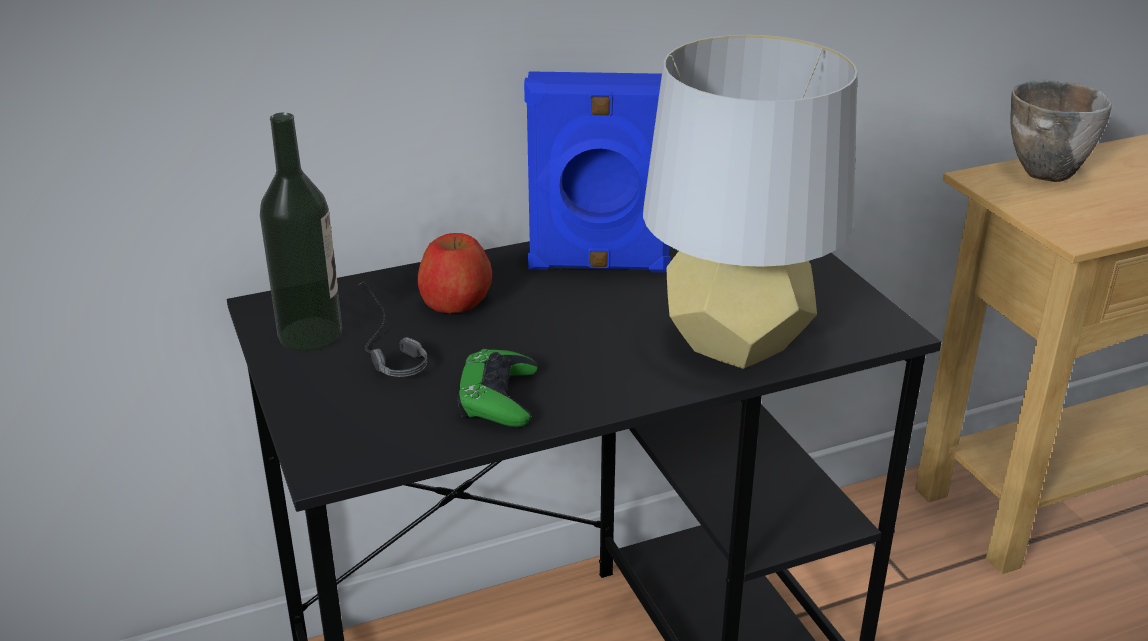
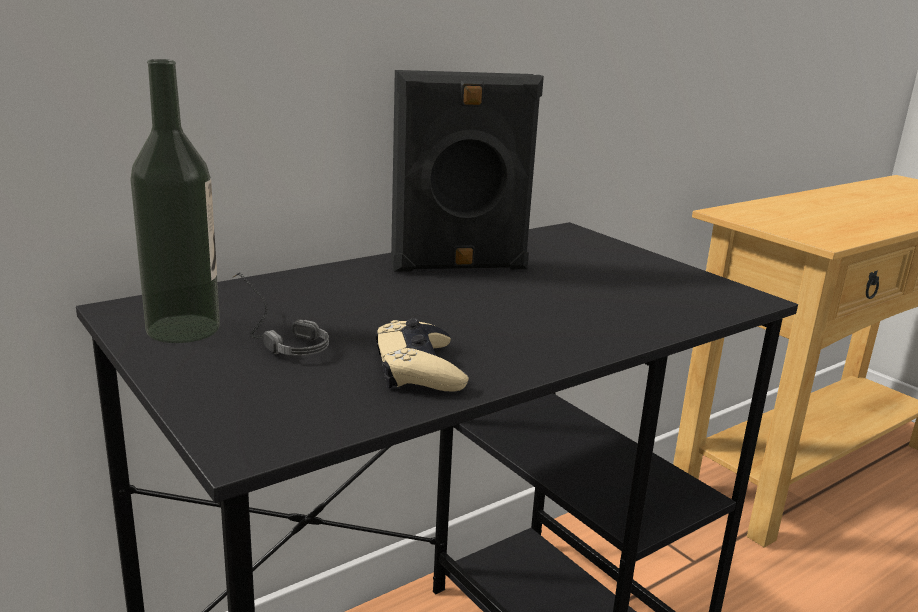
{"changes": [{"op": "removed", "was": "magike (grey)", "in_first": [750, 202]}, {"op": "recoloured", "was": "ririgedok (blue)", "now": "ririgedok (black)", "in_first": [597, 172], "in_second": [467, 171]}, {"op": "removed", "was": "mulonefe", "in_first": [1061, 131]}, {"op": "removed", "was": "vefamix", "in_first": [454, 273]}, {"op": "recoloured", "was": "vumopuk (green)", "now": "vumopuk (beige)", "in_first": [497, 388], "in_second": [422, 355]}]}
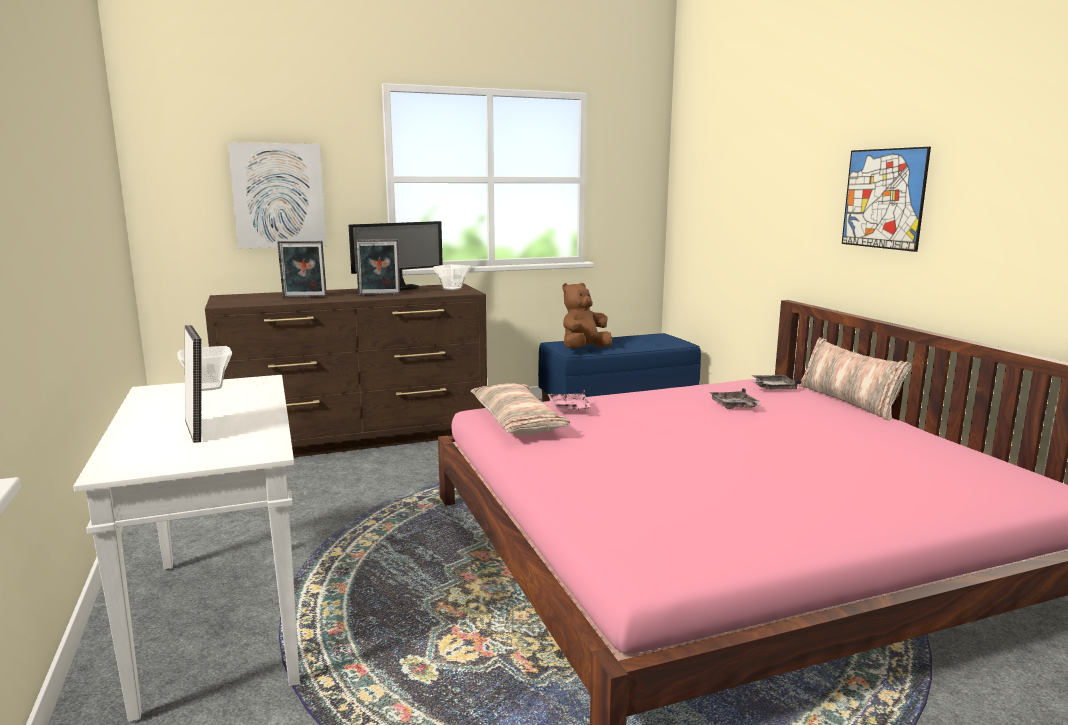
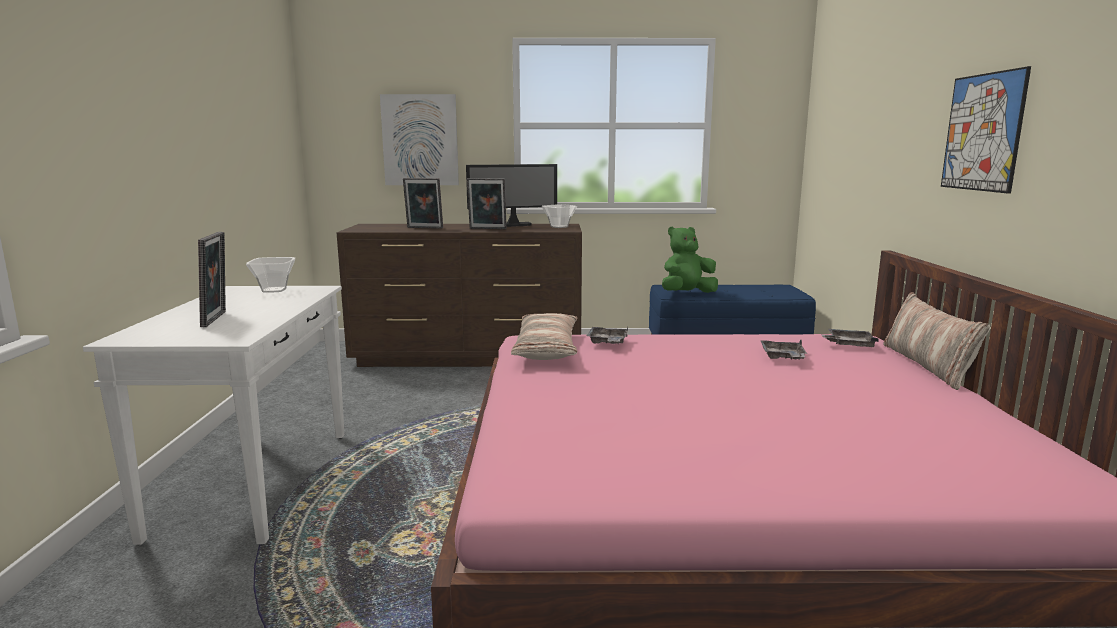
{"changes": [{"op": "recoloured", "was": "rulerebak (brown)", "now": "rulerebak (green)", "in_first": [587, 315], "in_second": [690, 259]}, {"op": "recoloured", "was": "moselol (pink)", "now": "moselol (grey)", "in_first": [569, 400], "in_second": [607, 335]}]}
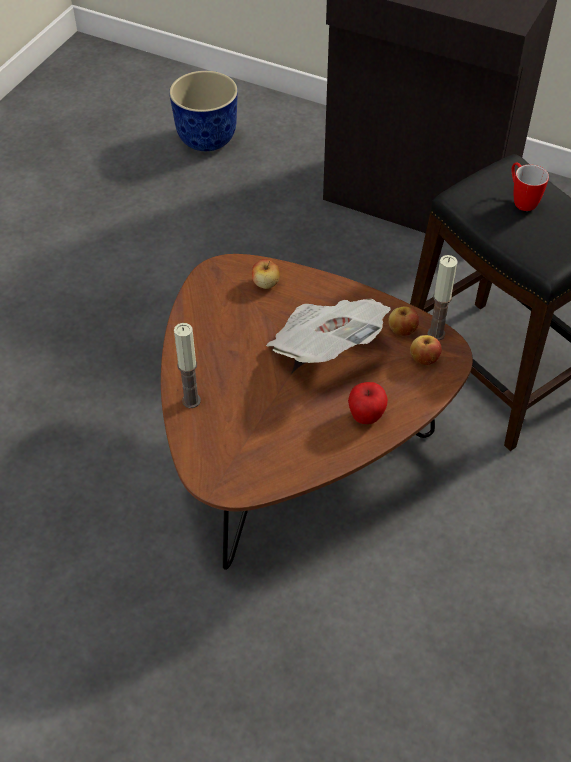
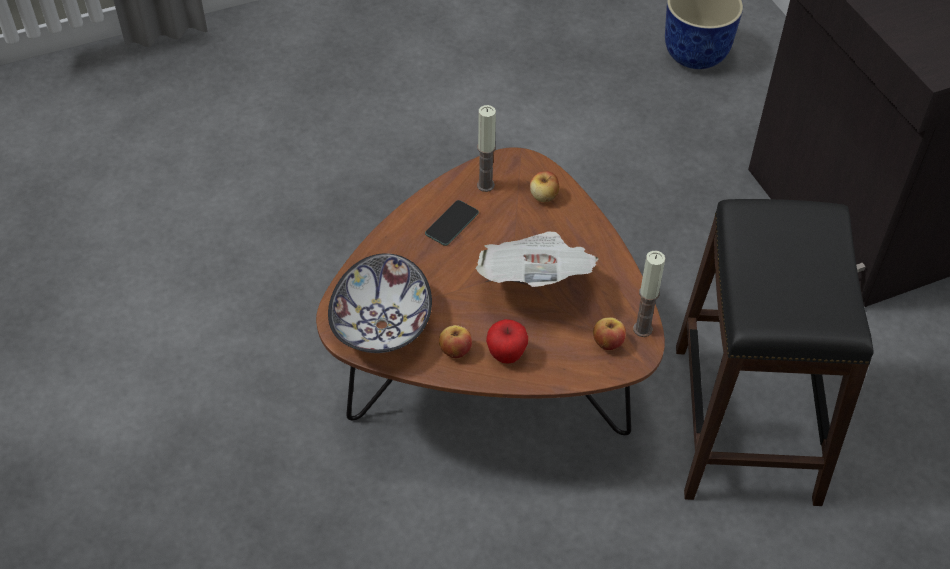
{"changes": [{"op": "removed", "was": "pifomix", "in_first": [530, 187]}, {"op": "moved", "was": "vefamix", "in_first": [403, 321], "in_second": [455, 341]}, {"op": "moved", "was": "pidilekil", "in_first": [187, 365], "in_second": [486, 148]}, {"op": "added", "now": "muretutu", "in_second": [452, 223]}, {"op": "added", "now": "mulonefe", "in_second": [380, 303]}]}
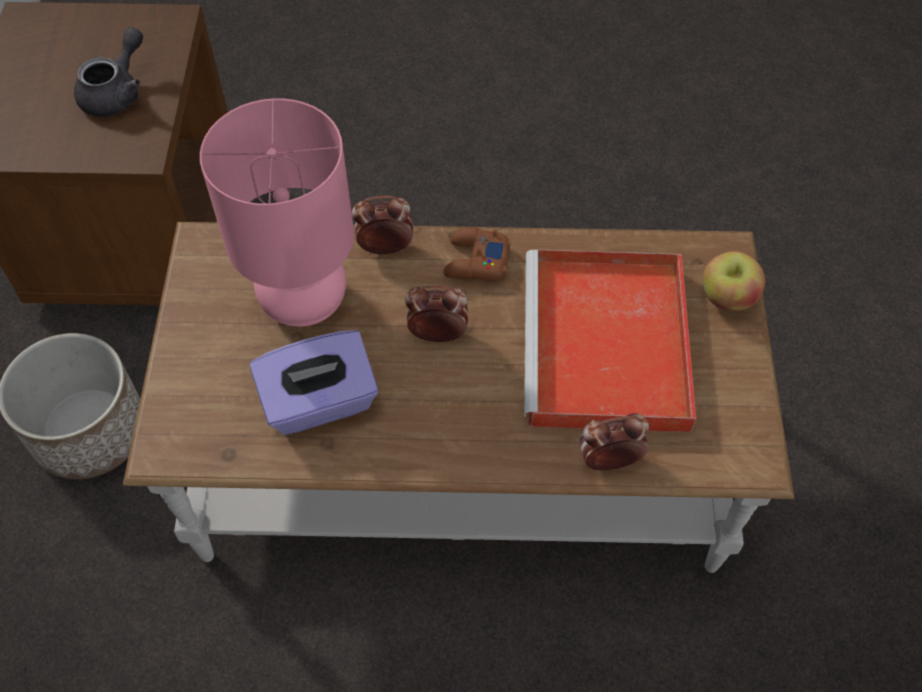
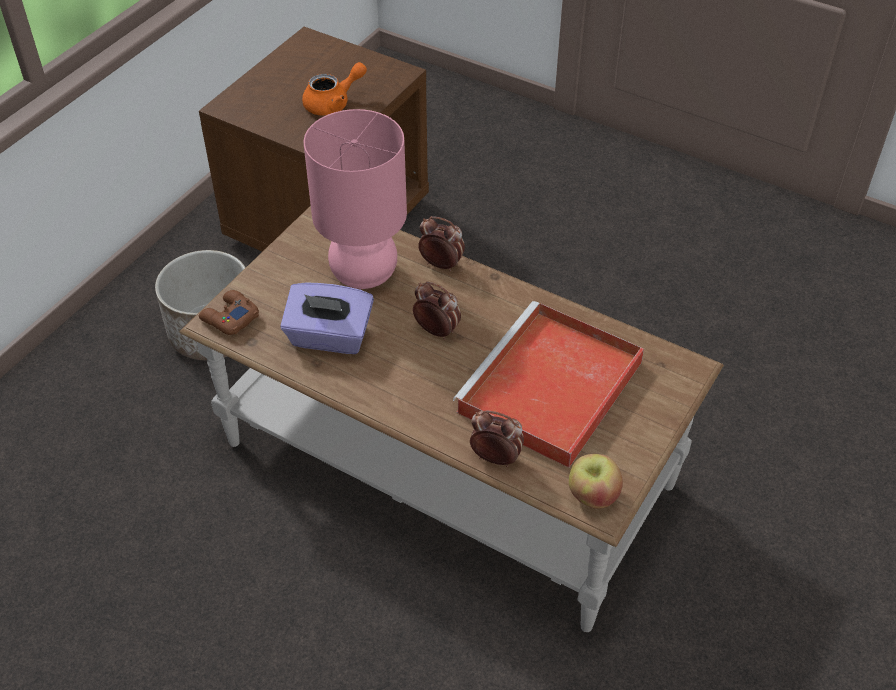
{"changes": [{"op": "recoloured", "was": "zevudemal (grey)", "now": "zevudemal (orange)", "in_first": [108, 72], "in_second": [334, 89]}, {"op": "moved", "was": "vumopuk (brown)", "in_first": [477, 254], "in_second": [229, 312]}, {"op": "moved", "was": "vefamix", "in_first": [734, 281], "in_second": [596, 481]}]}
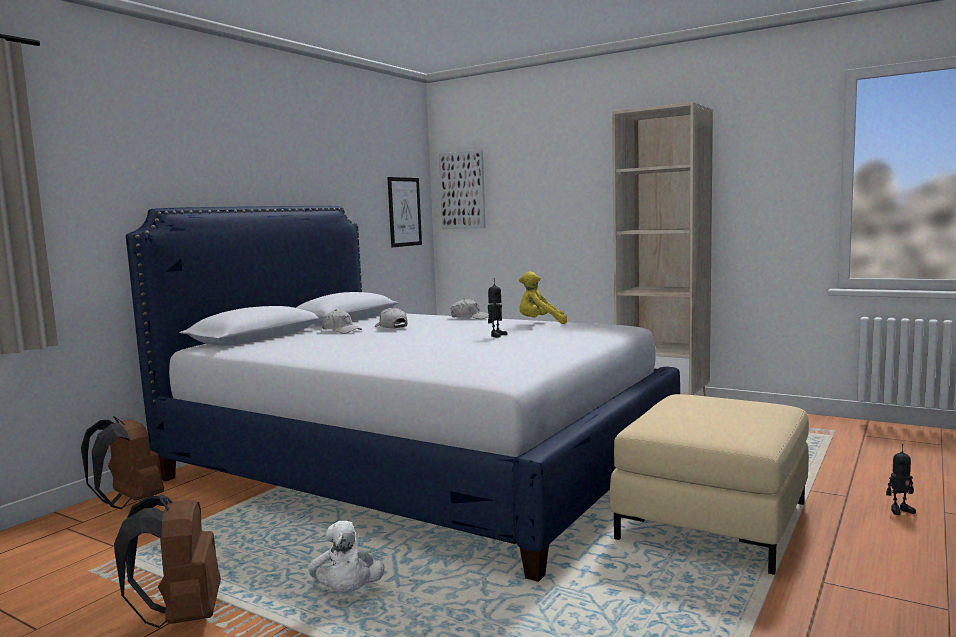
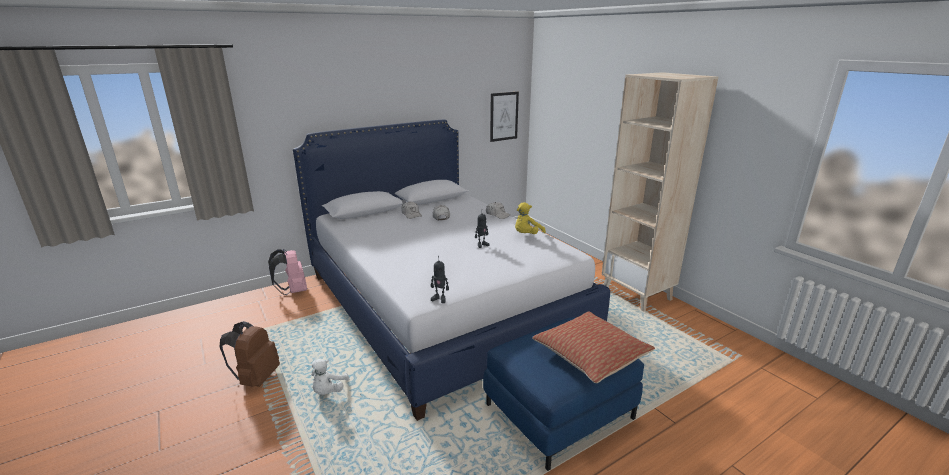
{"changes": [{"op": "removed", "was": "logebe", "in_first": [462, 189]}, {"op": "turned", "was": "rulerebak (yellow)", "in_first": [543, 297], "in_second": [530, 218], "clockwise": -75}, {"op": "recoloured", "was": "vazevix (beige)", "now": "vazevix (blue)", "in_first": [709, 484], "in_second": [563, 394]}, {"op": "recoloured", "was": "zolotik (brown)", "now": "zolotik (pink)", "in_first": [122, 462], "in_second": [287, 272]}, {"op": "moved", "was": "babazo", "in_first": [901, 479], "in_second": [440, 279]}, {"op": "added", "now": "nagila", "in_second": [593, 347]}]}
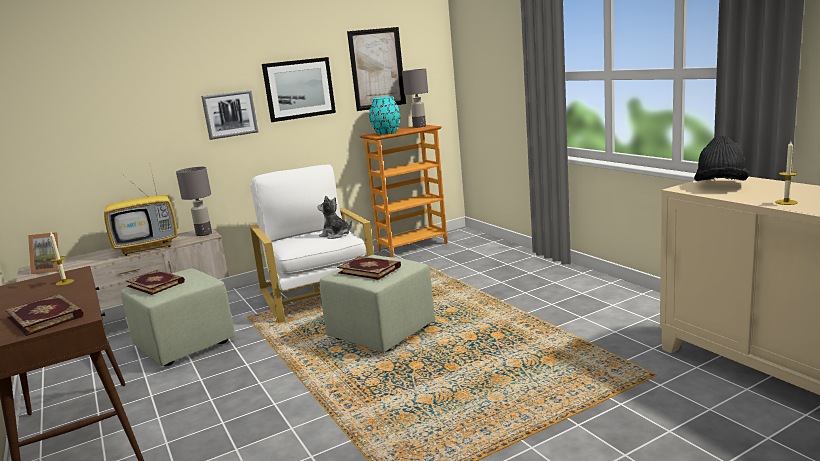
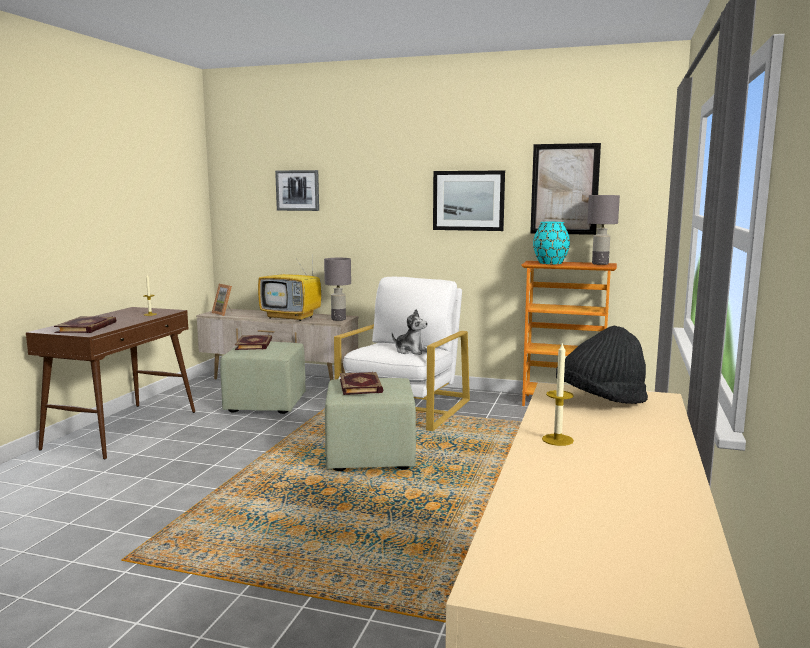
{"changes": [{"op": "moved", "was": "logebe", "in_first": [229, 115], "in_second": [297, 190]}, {"op": "turned", "was": "rulerebak", "in_first": [334, 217], "in_second": [410, 332], "clockwise": 135}]}
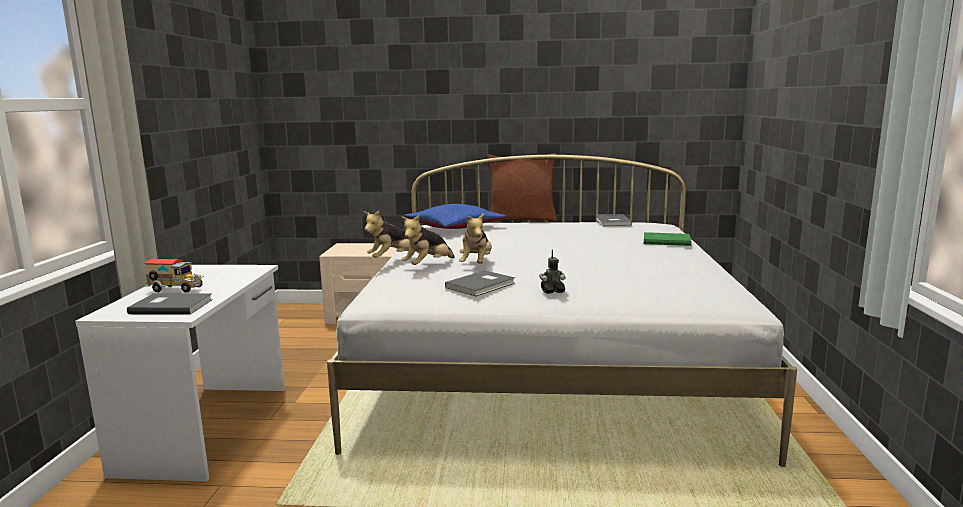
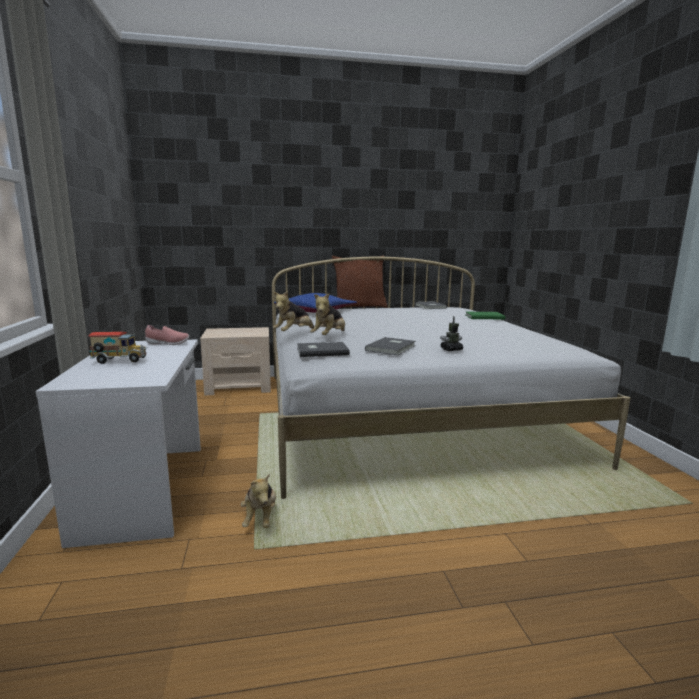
{"changes": [{"op": "moved", "was": "rulerebak", "in_first": [475, 238], "in_second": [258, 500]}, {"op": "moved", "was": "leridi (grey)", "in_first": [170, 304], "in_second": [323, 349]}, {"op": "added", "now": "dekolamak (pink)", "in_second": [167, 335]}]}
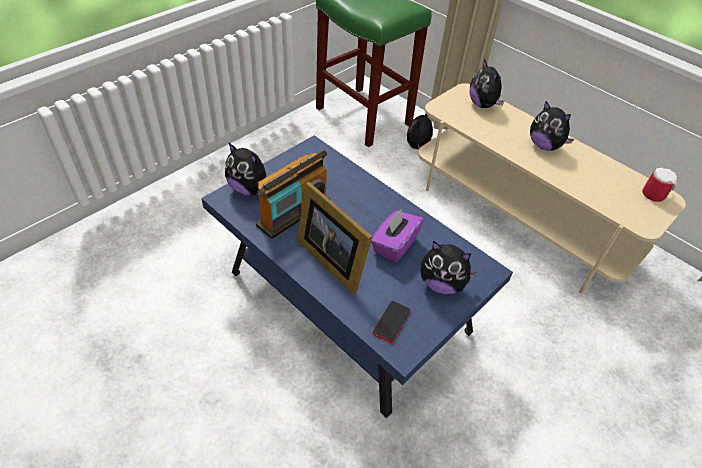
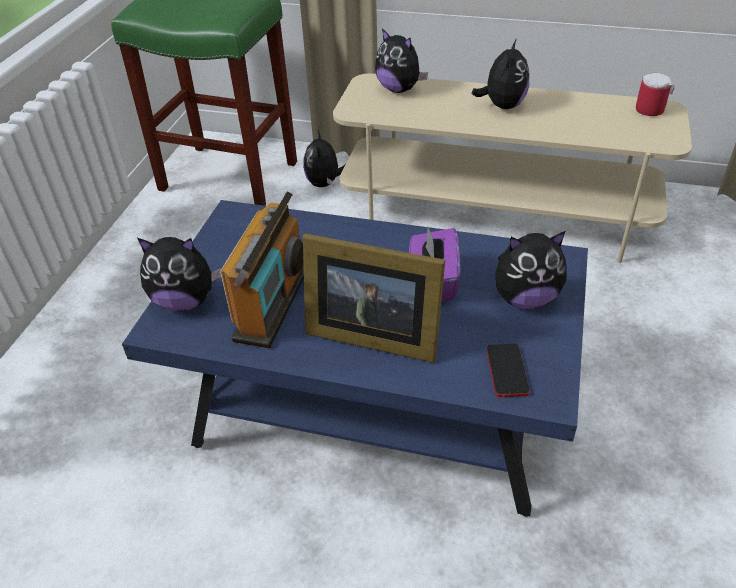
{"changes": [{"op": "turned", "was": "rulerebak", "in_first": [552, 126], "in_second": [500, 74], "clockwise": -90}]}
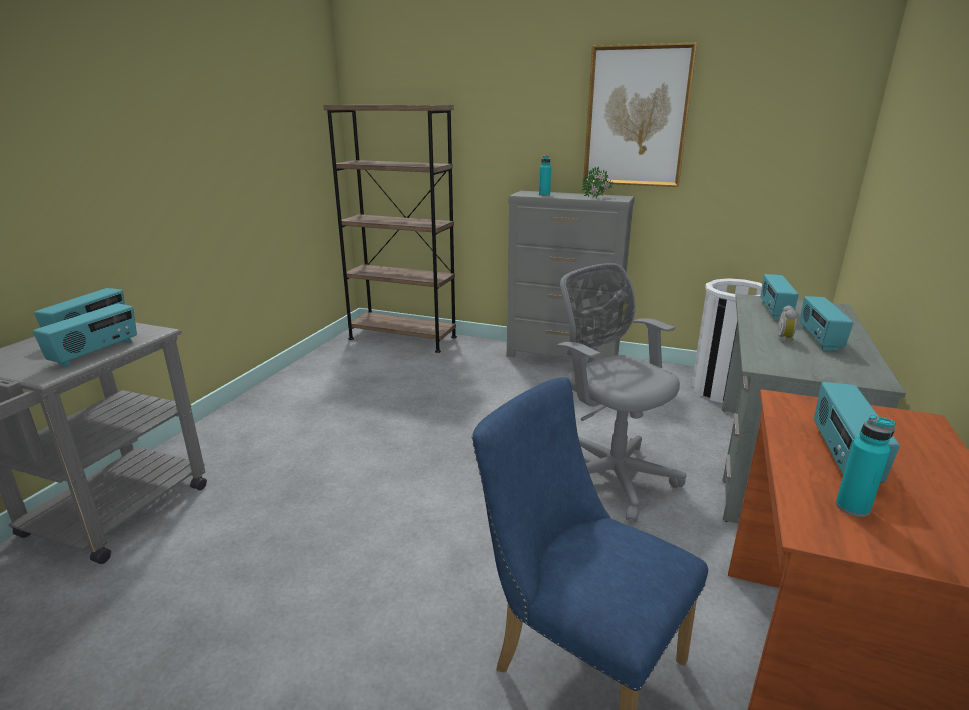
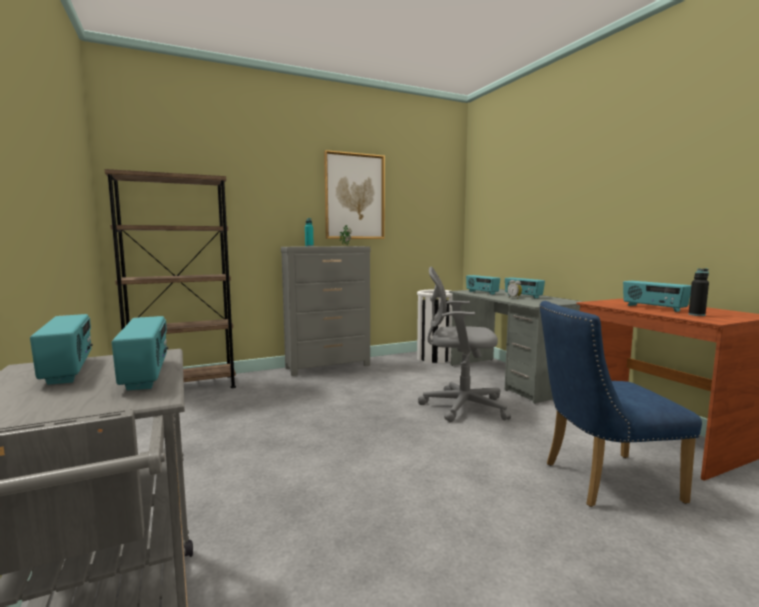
{"changes": [{"op": "recoloured", "was": "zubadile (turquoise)", "now": "zubadile (black)", "in_first": [865, 466], "in_second": [698, 292]}]}
